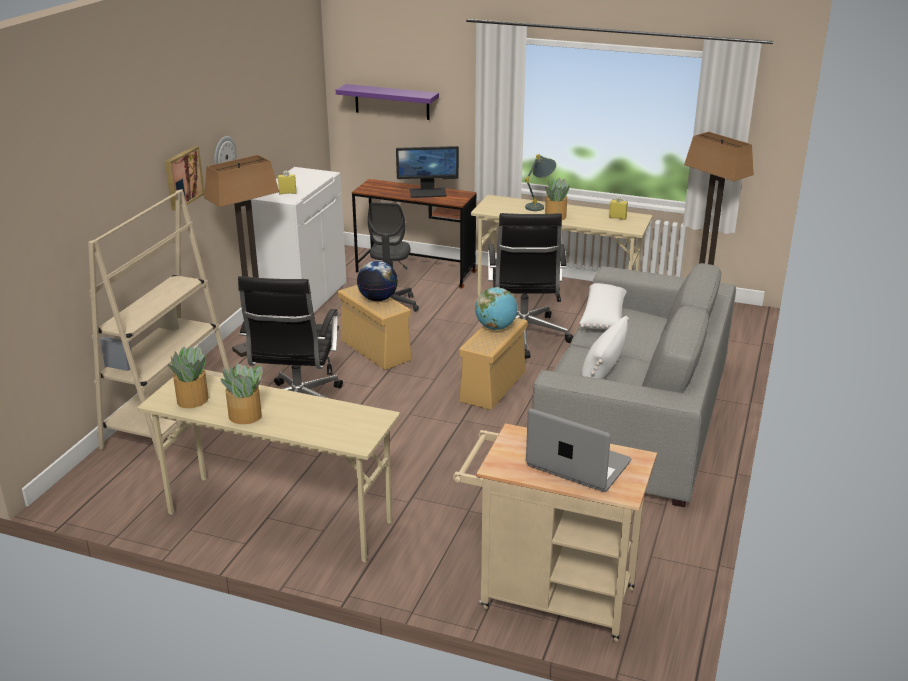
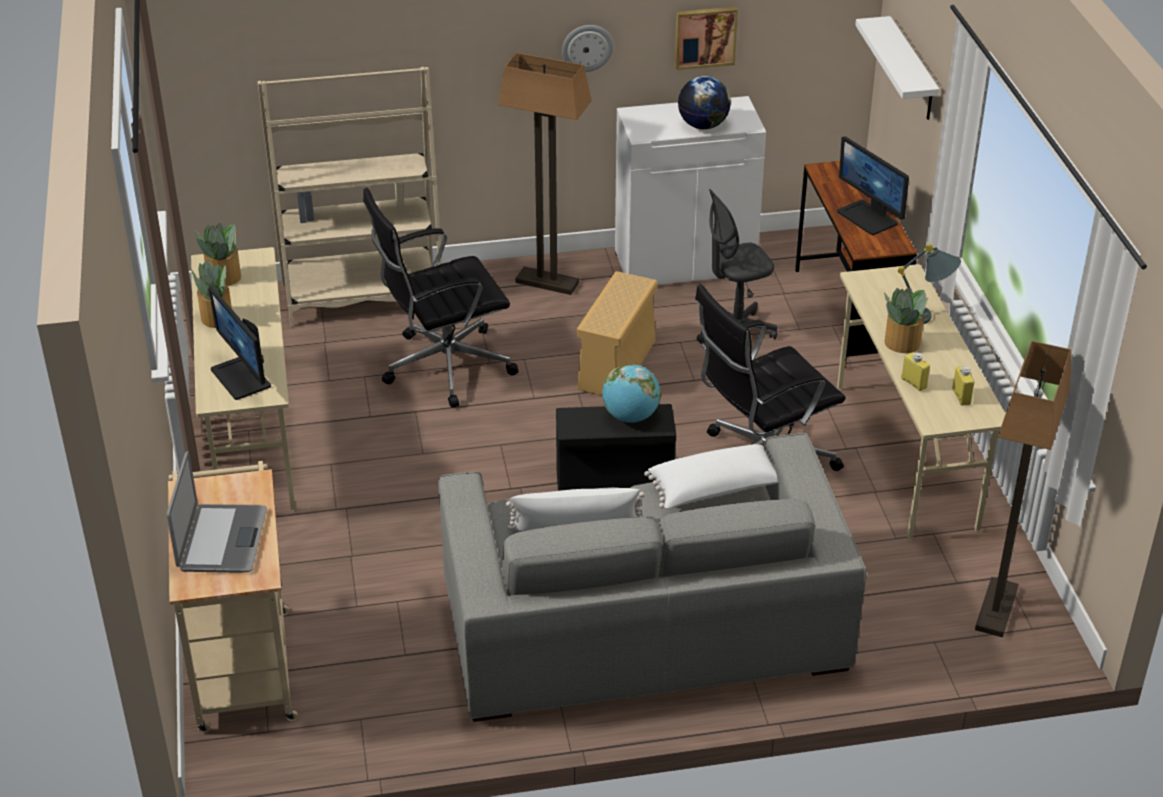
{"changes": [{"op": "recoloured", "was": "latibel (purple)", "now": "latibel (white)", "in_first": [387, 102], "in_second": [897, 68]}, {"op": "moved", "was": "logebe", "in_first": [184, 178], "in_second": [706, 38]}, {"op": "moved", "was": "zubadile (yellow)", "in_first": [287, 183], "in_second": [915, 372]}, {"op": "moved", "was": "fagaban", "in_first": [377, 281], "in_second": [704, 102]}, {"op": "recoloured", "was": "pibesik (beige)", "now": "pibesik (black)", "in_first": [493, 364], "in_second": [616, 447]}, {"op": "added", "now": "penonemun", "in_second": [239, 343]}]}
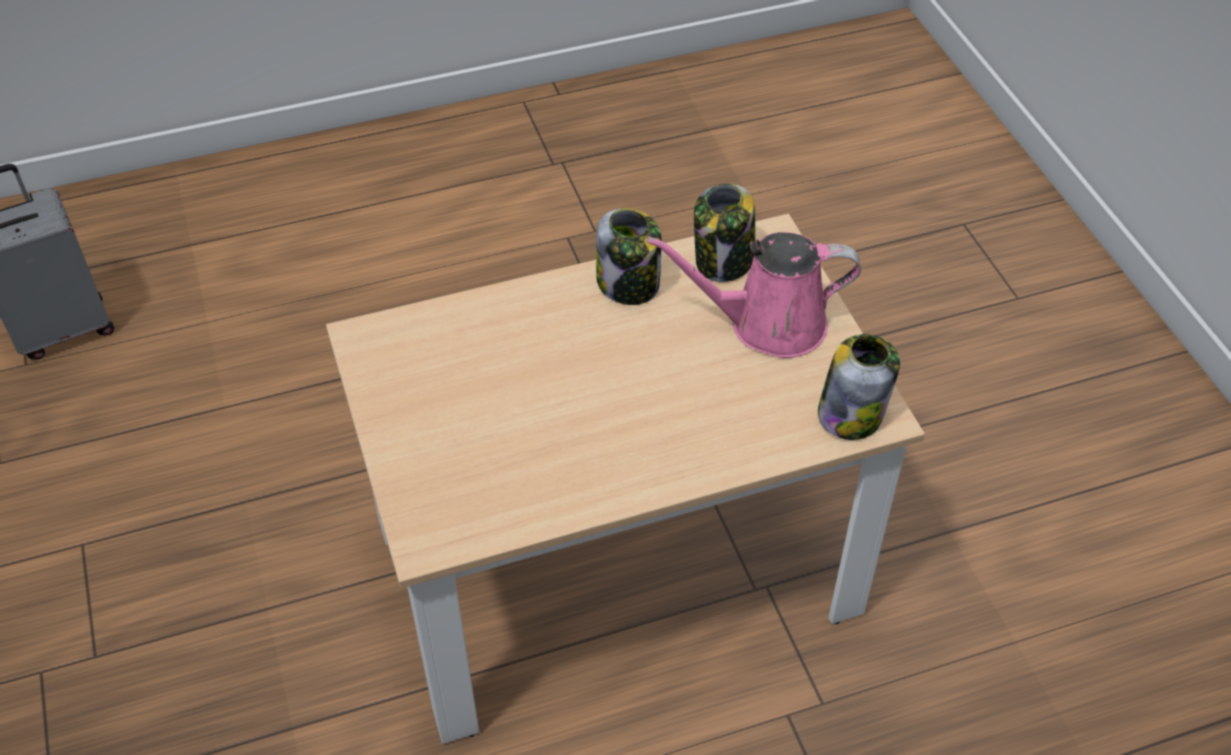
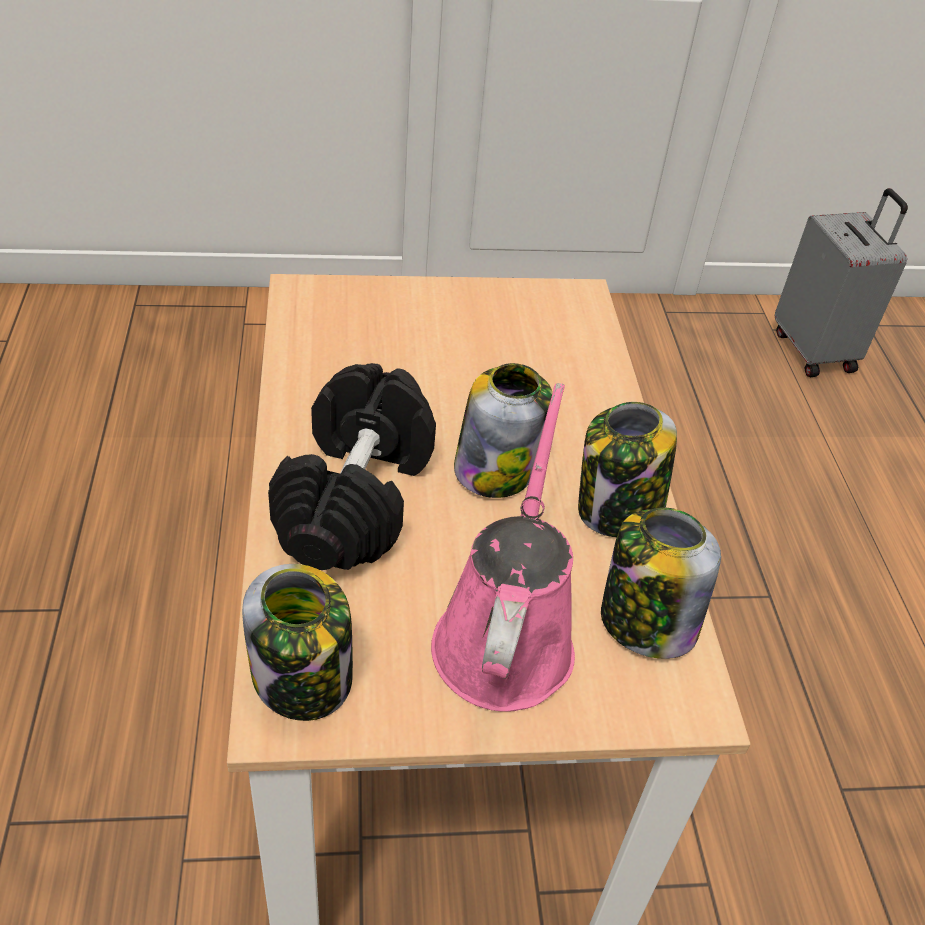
{"changes": [{"op": "added", "now": "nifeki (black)", "in_second": [352, 466]}, {"op": "added", "now": "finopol", "in_second": [503, 430]}]}
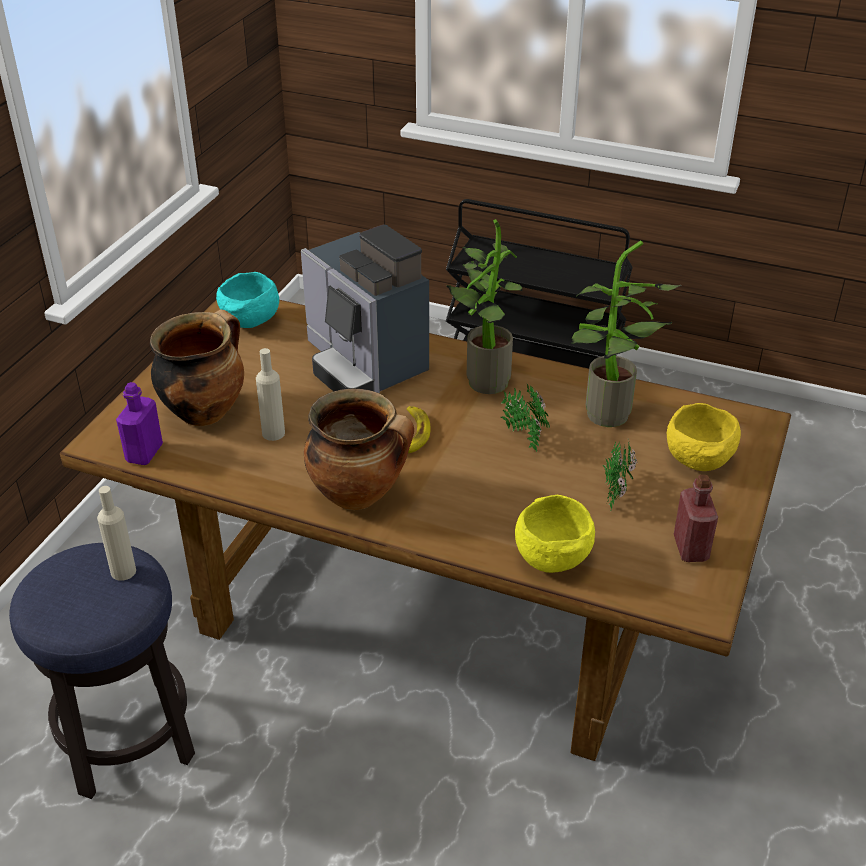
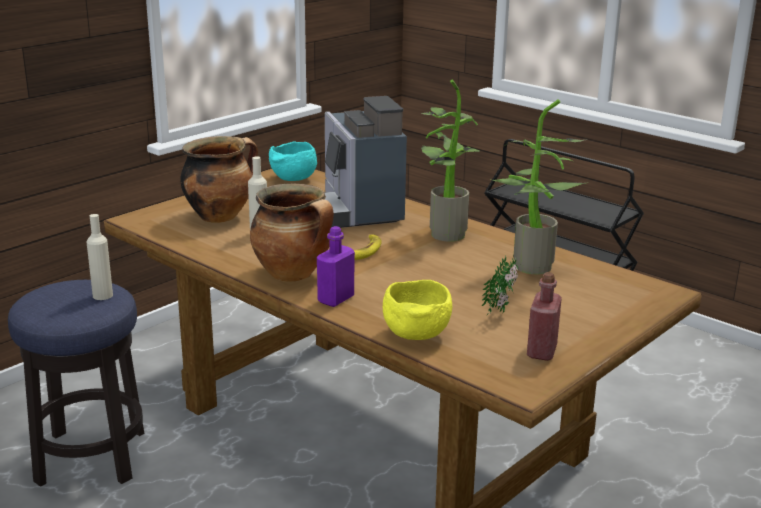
{"changes": [{"op": "moved", "was": "zubadile (purple)", "in_first": [139, 423], "in_second": [336, 266]}, {"op": "removed", "was": "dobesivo", "in_first": [525, 418]}, {"op": "removed", "was": "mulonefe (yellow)", "in_first": [704, 437]}]}
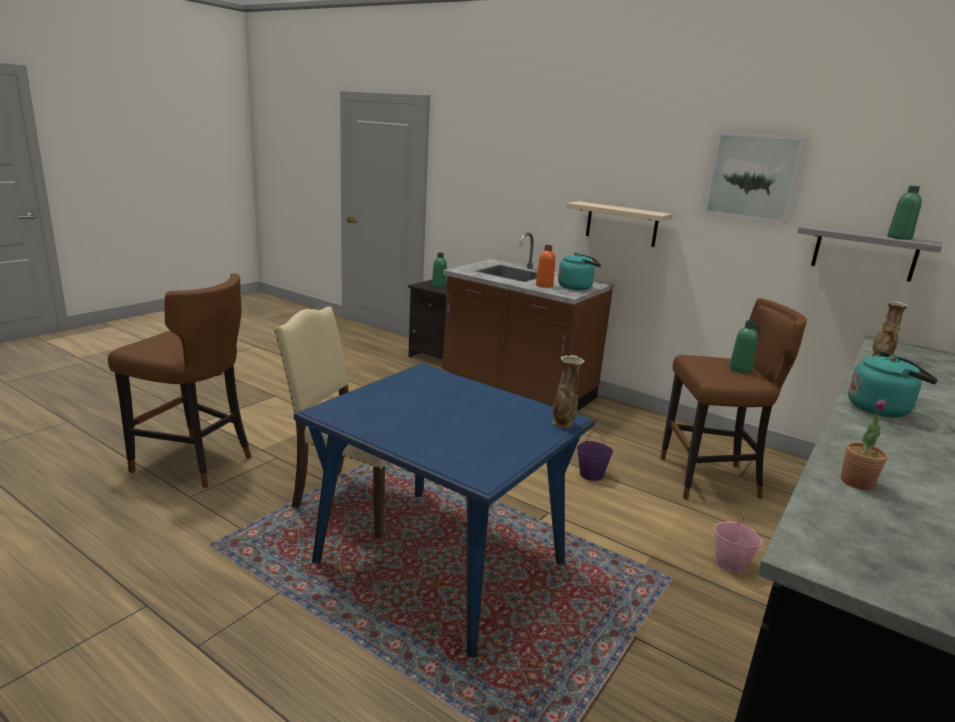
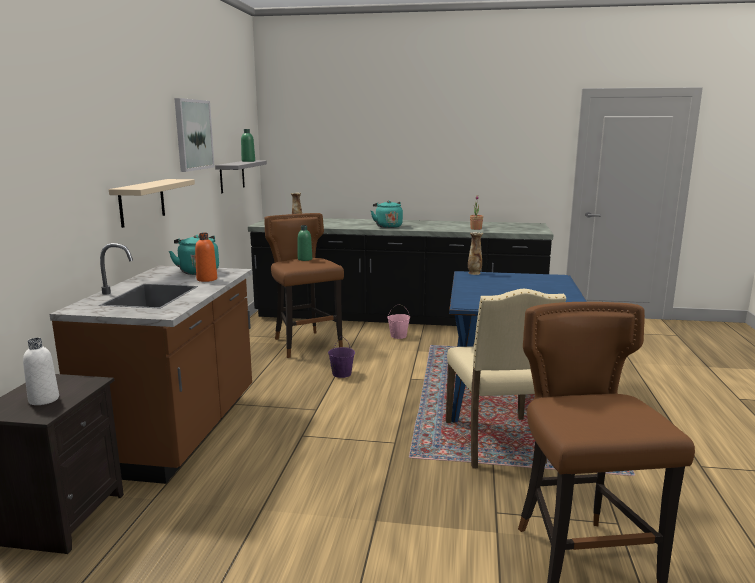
{"changes": [{"op": "recoloured", "was": "zubadile (green)", "now": "zubadile (white)", "in_first": [439, 270], "in_second": [41, 371]}]}
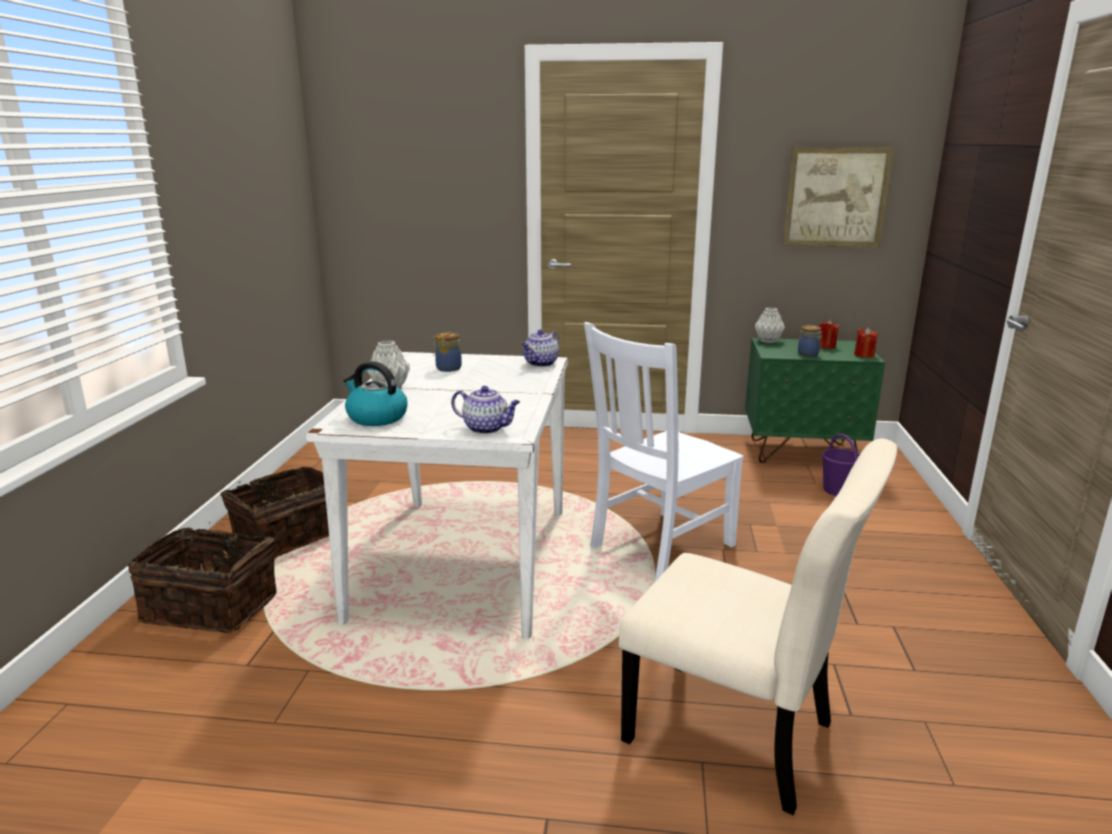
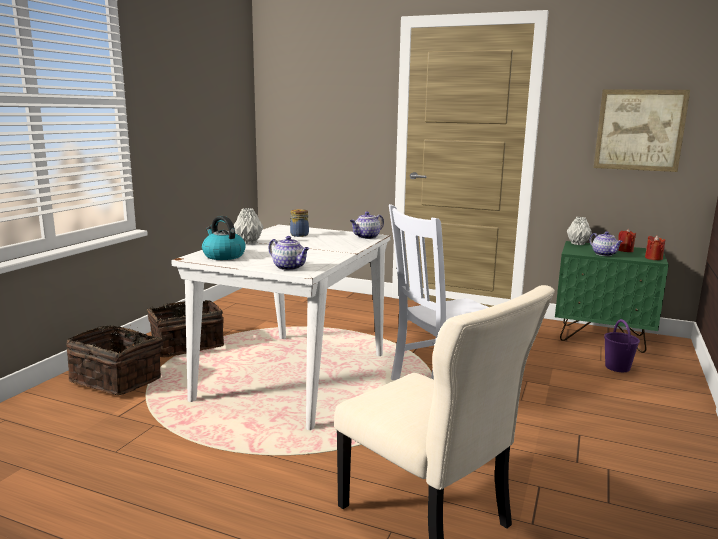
{"changes": [{"op": "replaced", "was": "finopol", "now": "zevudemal", "in_first": [810, 341], "in_second": [606, 243]}]}
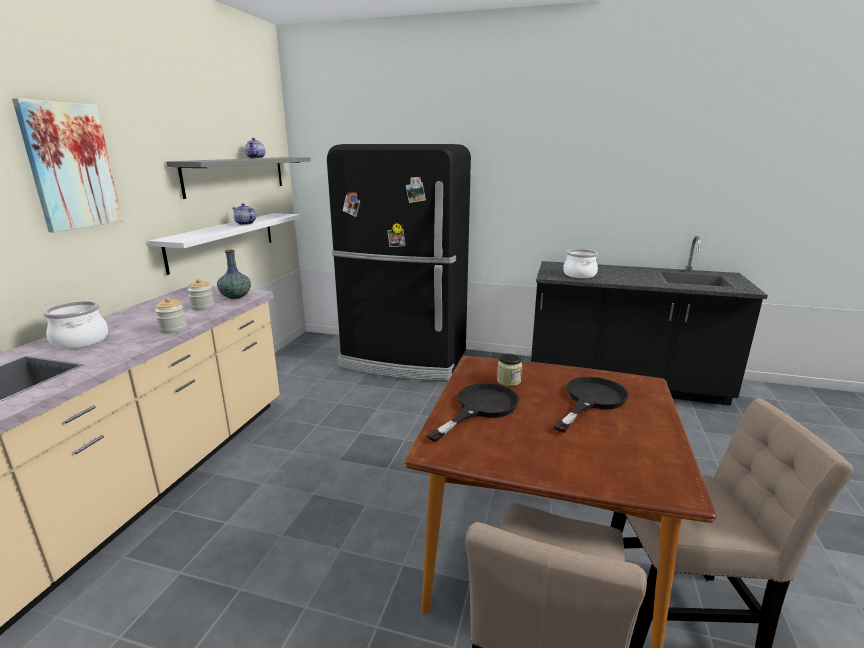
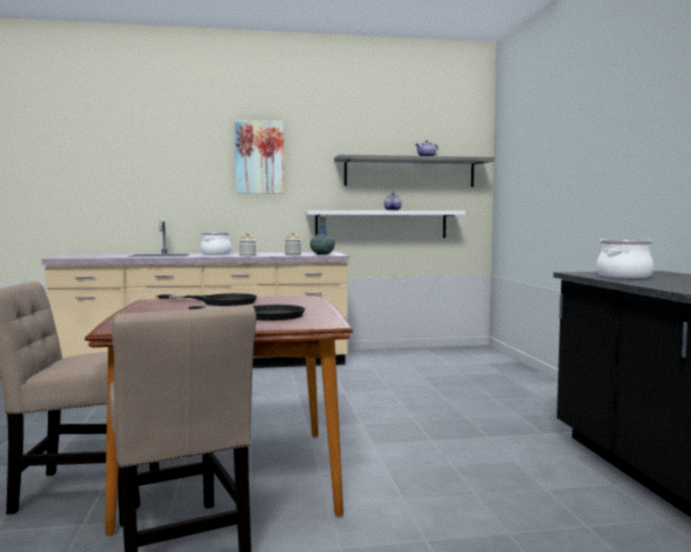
{"changes": [{"op": "removed", "was": "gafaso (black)", "in_first": [399, 262]}, {"op": "removed", "was": "finopol", "in_first": [509, 370]}]}
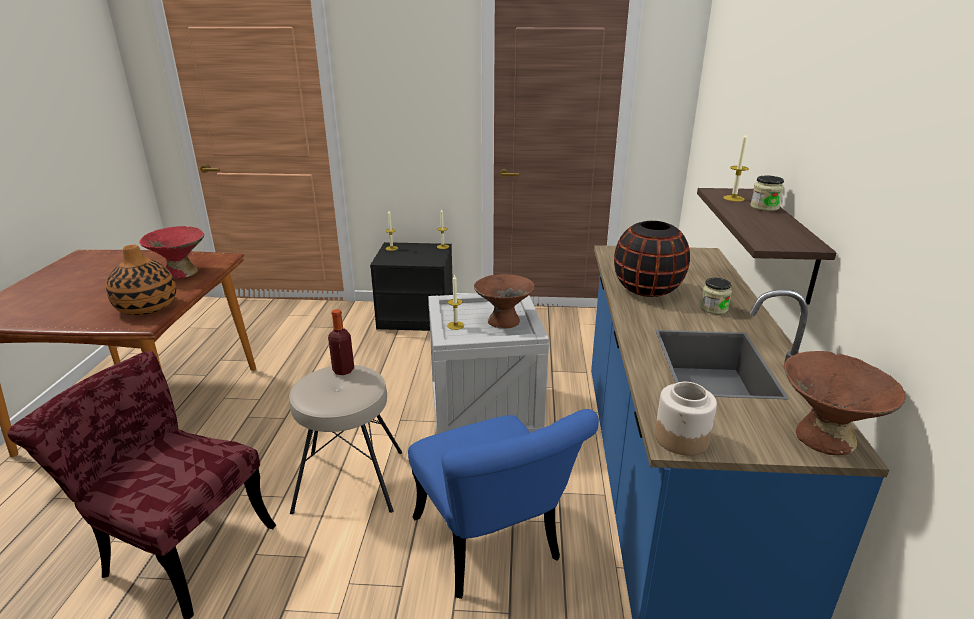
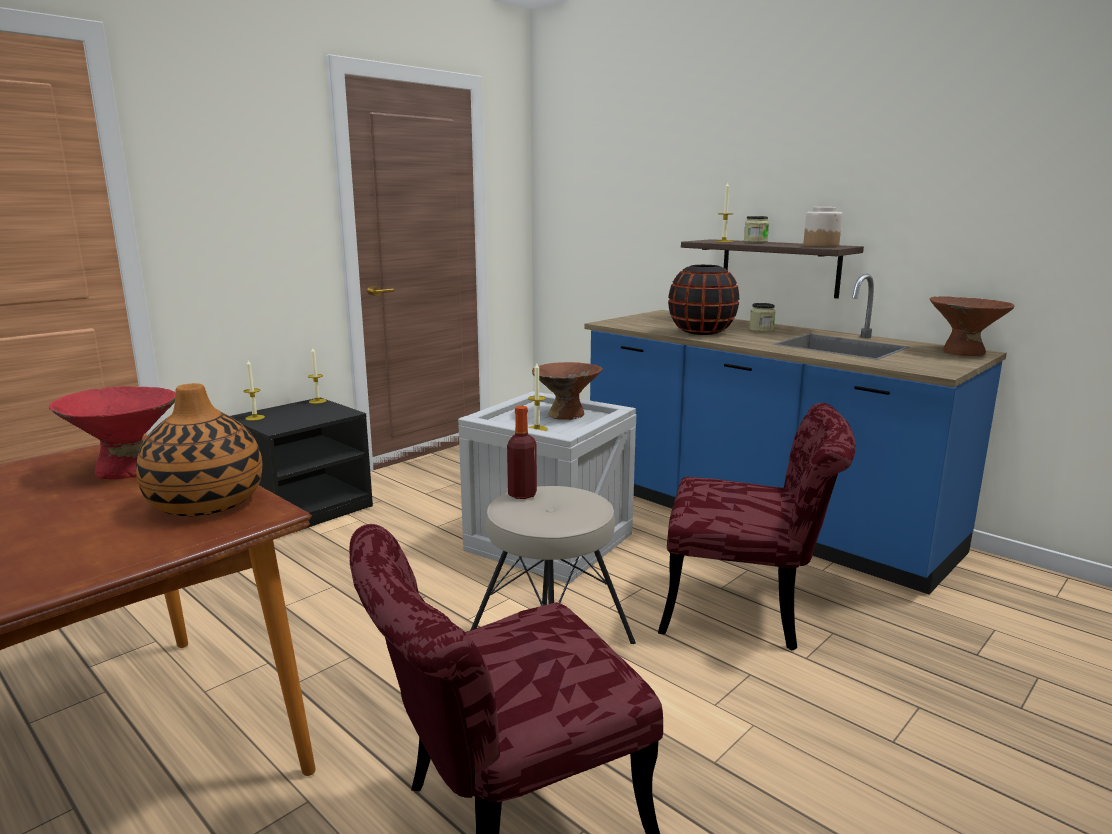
{"changes": [{"op": "moved", "was": "finopol", "in_first": [686, 419], "in_second": [822, 227]}, {"op": "recoloured", "was": "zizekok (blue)", "now": "zizekok (red)", "in_first": [503, 504], "in_second": [757, 527]}]}
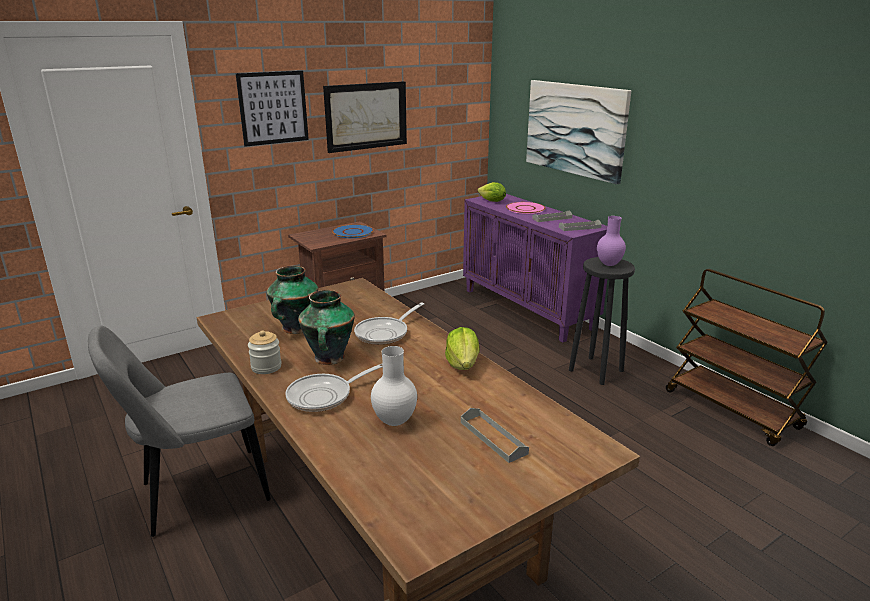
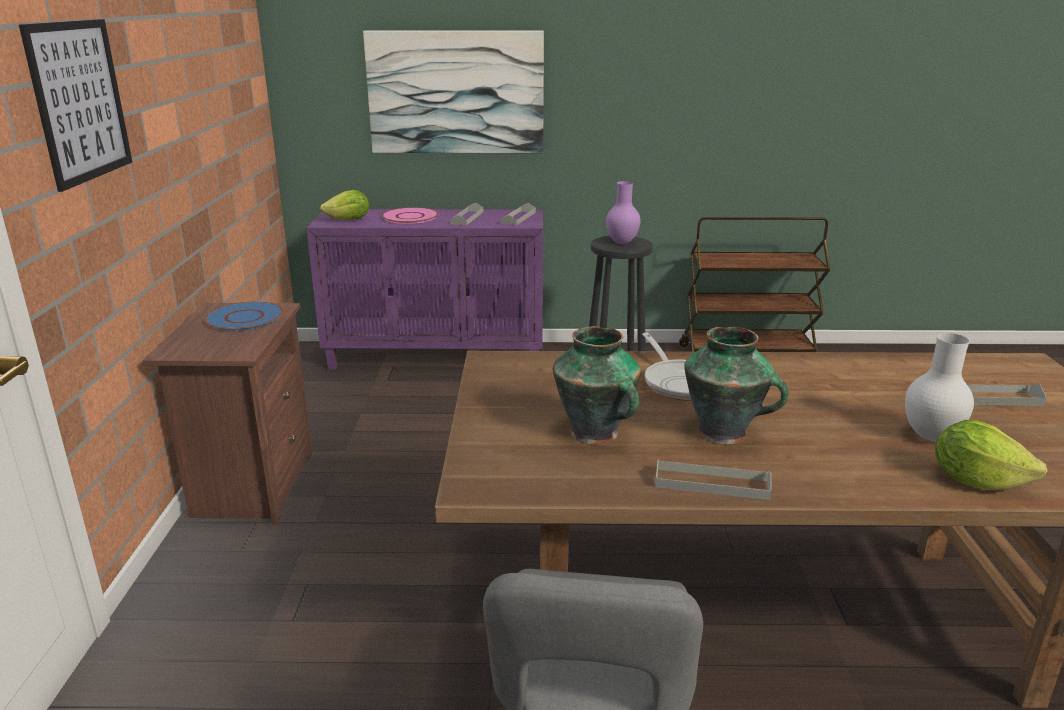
{"changes": [{"op": "removed", "was": "logebe", "in_first": [365, 117]}, {"op": "moved", "was": "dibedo", "in_first": [462, 348], "in_second": [991, 455]}, {"op": "replaced", "was": "finopol", "now": "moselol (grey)", "in_first": [265, 352], "in_second": [713, 479]}, {"op": "removed", "was": "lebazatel", "in_first": [334, 387]}]}
